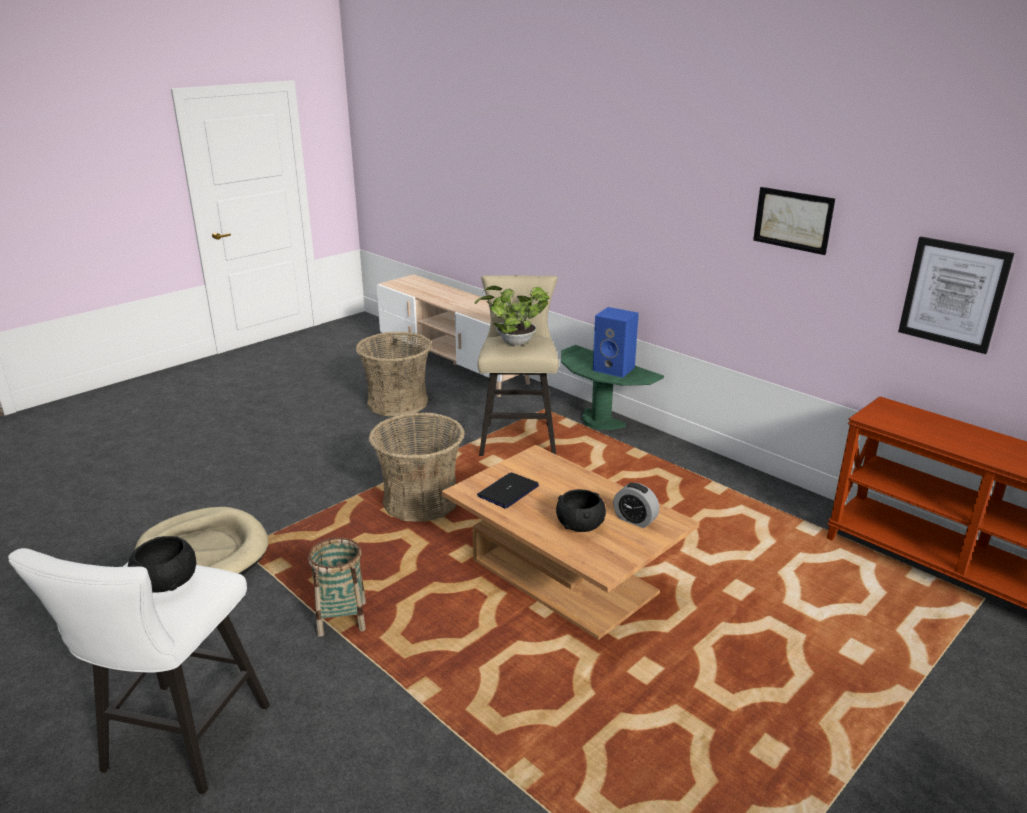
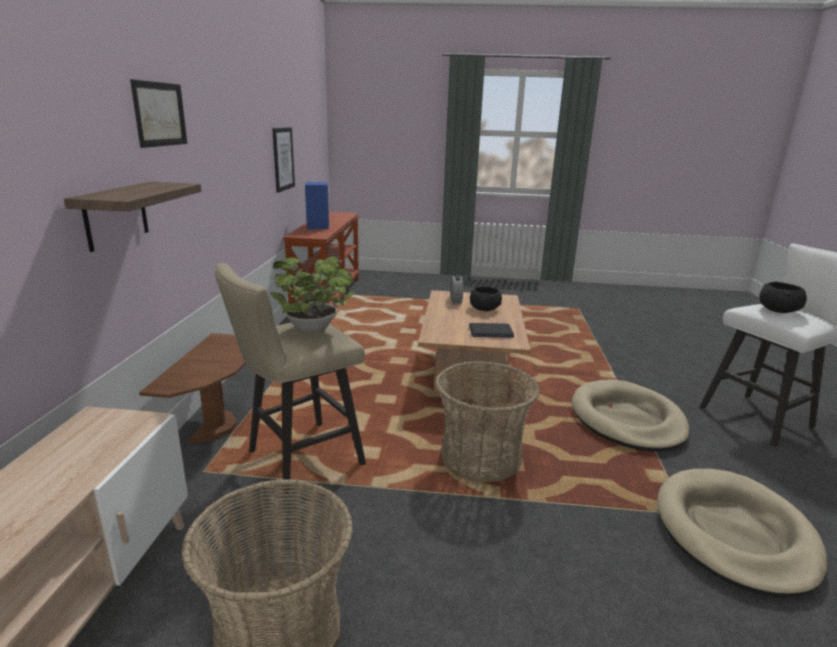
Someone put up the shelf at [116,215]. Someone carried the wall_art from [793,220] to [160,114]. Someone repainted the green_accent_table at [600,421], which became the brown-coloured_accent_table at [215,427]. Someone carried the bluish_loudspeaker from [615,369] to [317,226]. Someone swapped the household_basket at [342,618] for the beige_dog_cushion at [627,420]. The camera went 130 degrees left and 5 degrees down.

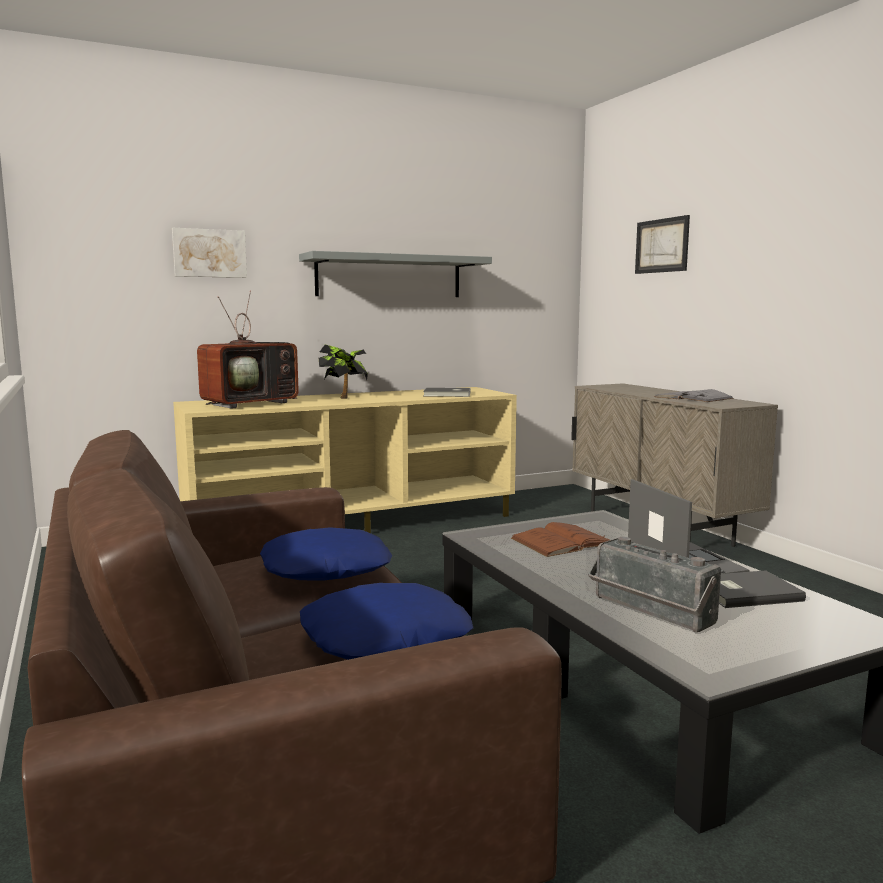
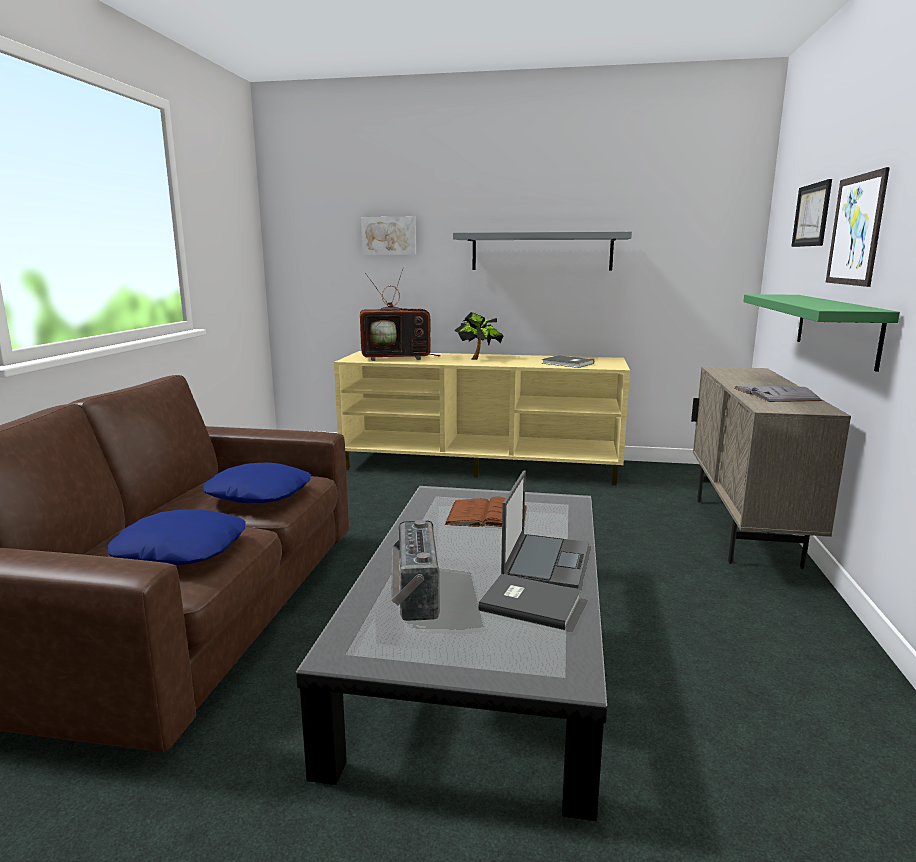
Someone put up the green_shelf at [836,328]. Someone put up the wall_art at [856,230]. The camera went 35 degrees right and 5 degrees up.

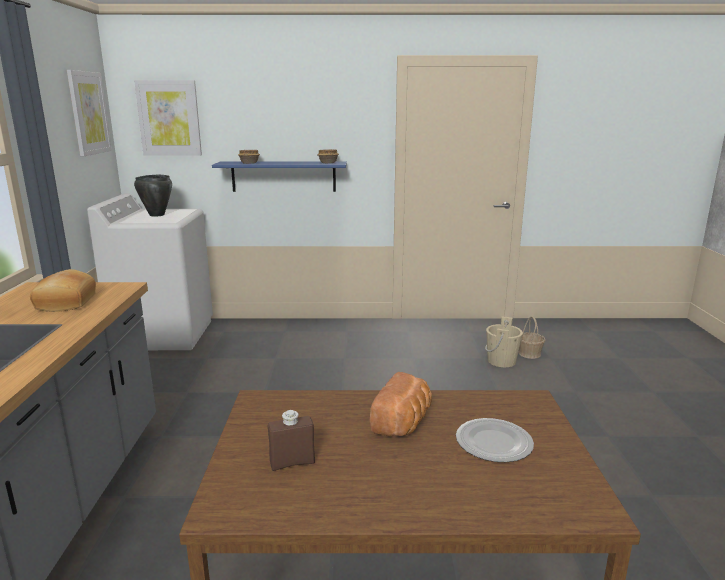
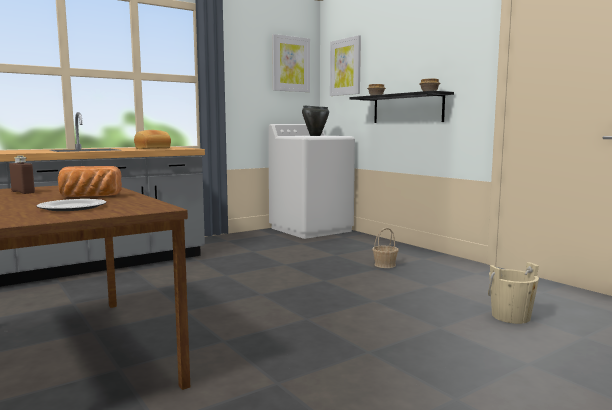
Someone repainted the bluish_shelf at [283,176], which became the black_shelf at [407,108]. Someone carried the household_basket from [529,353] to [385,265]. The camera went 55 degrees right and 10 degrees down.

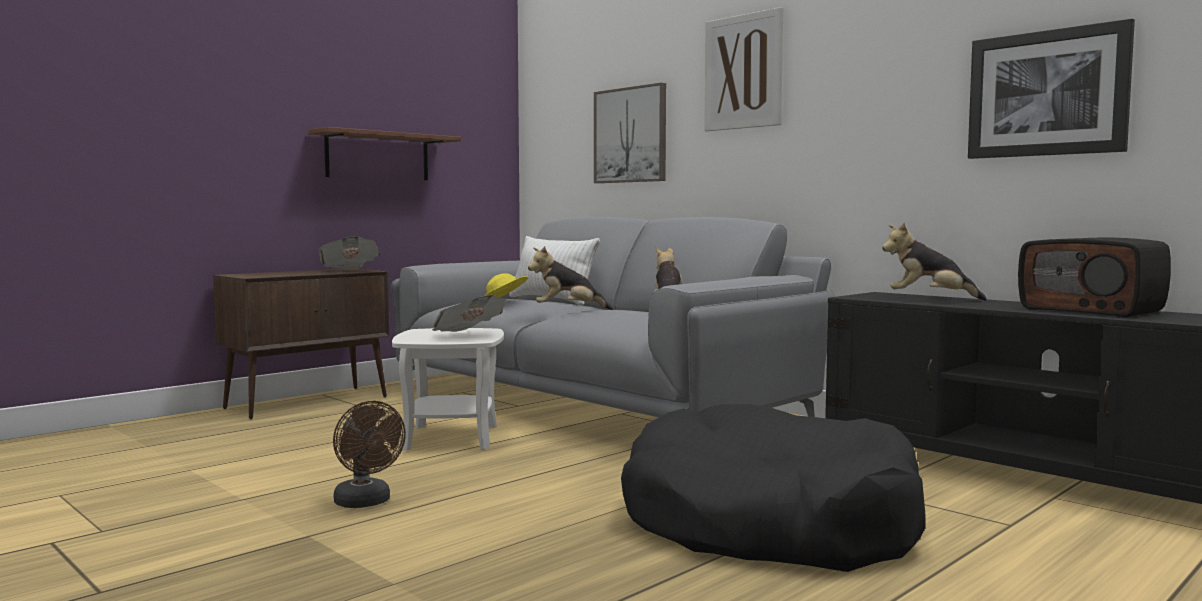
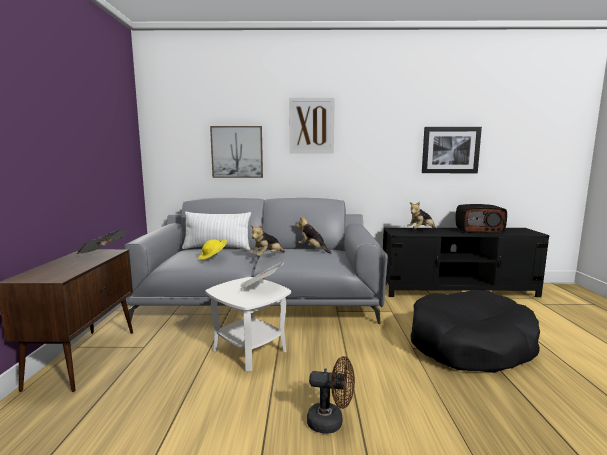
Someone took away the brown-coloured_shelf at [377,156]. The camera went 45 degrees left and 5 degrees up.

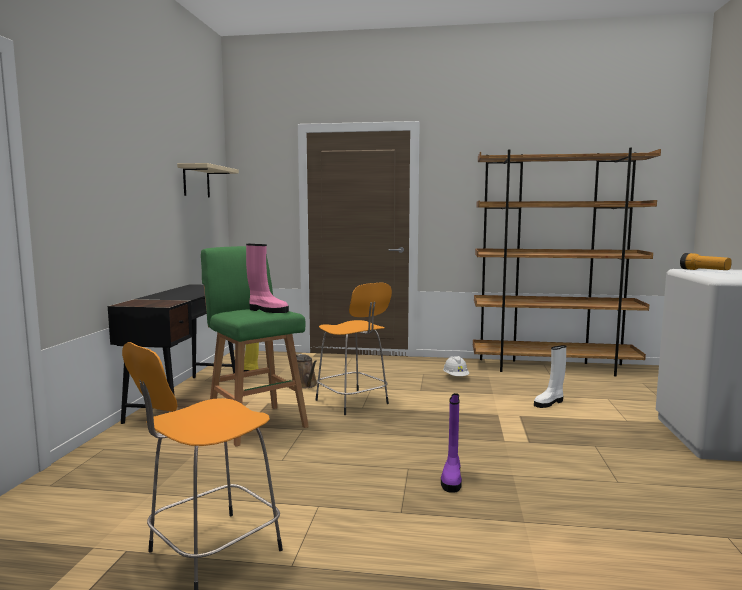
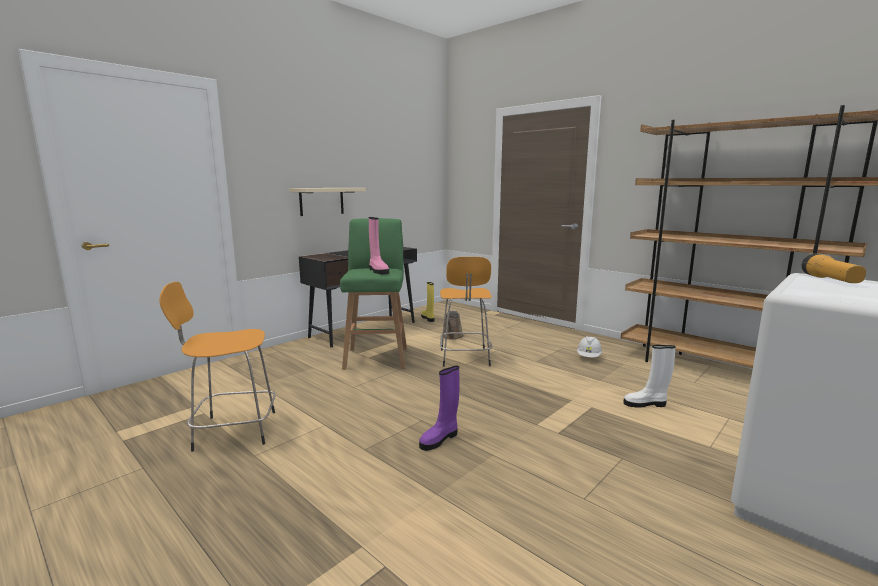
Someone carried the beige_shelf from [196,181] to [321,201]. The camera went 35 degrees right and 5 degrees up.

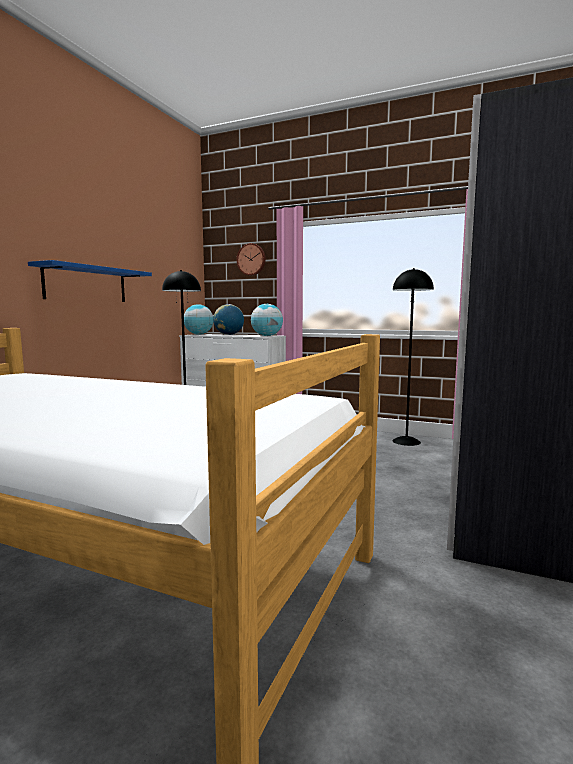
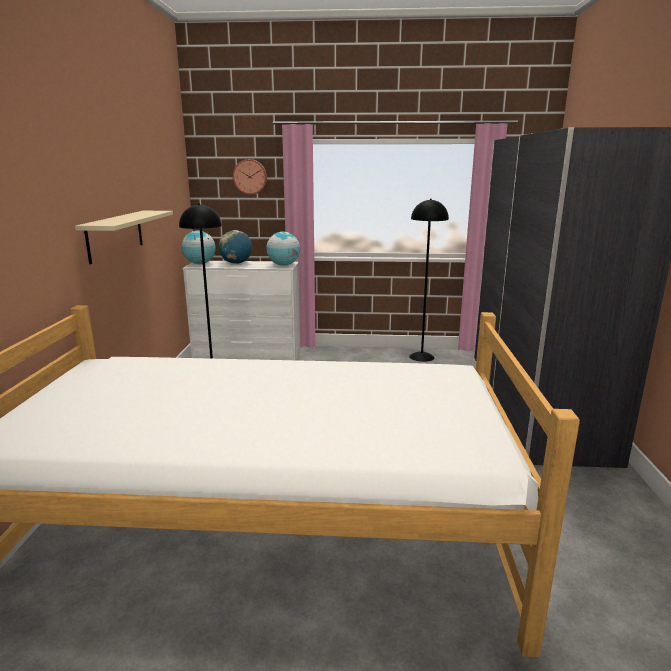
Someone repainted the bluish_shelf at [86,284], which became the beige_shelf at [115,235]. The camera went 20 degrees left and 10 degrees up.

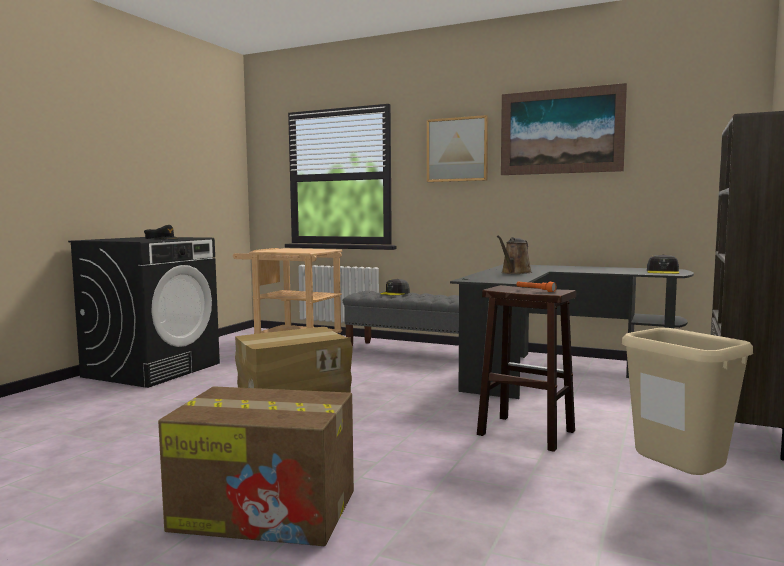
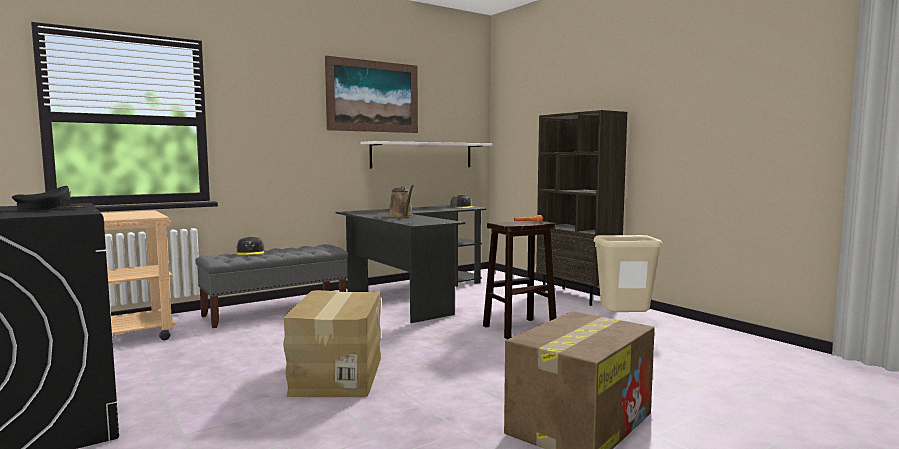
Someone put up the white-coloured_shelf at [422,155]. Someone took away the wall_art at [457,149]. The camera went 60 degrees left and 0 degrees up.

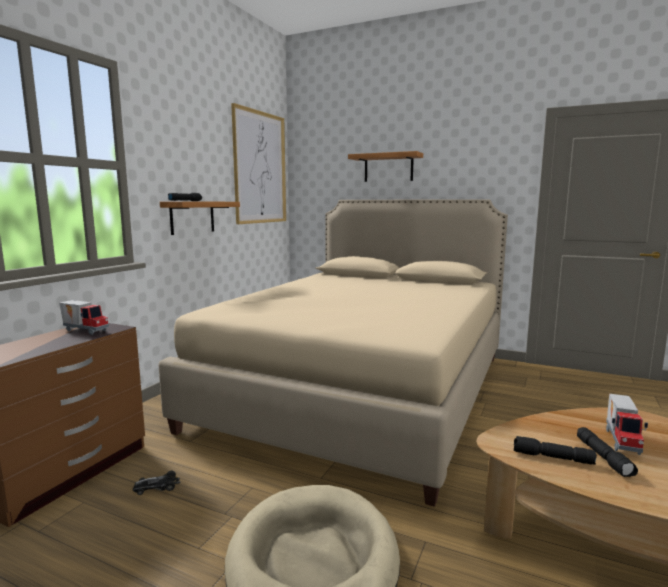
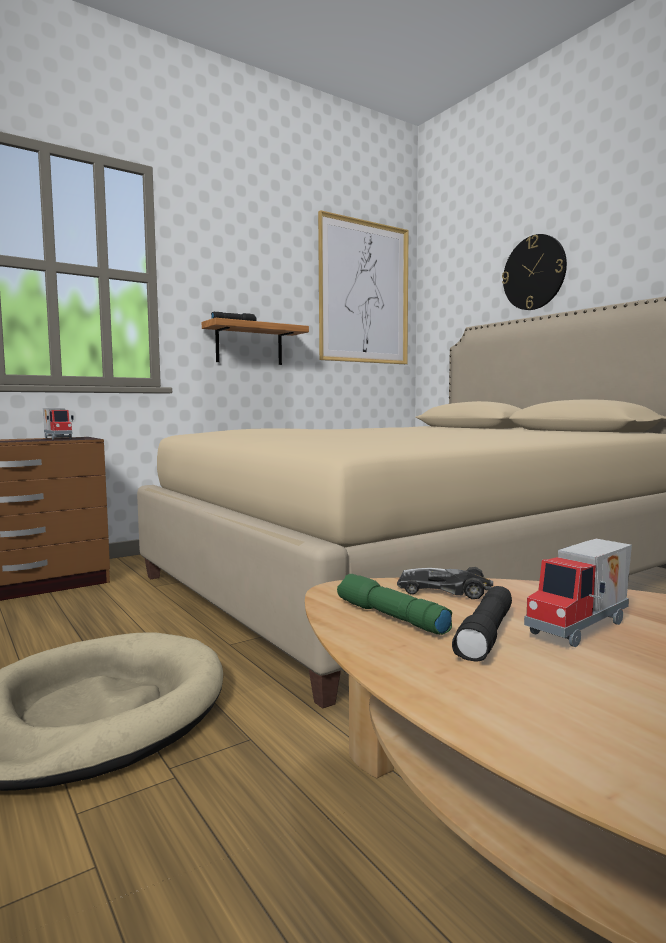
Someone repainted the black_flashlight at [552,458], which became the green_flashlight at [389,617]. Someone carried the miniature_car from [157,486] to [445,590]. Someone swapped the shelf at [388,168] for the wall_clock at [534,272]. The camera went 30 degrees right and 5 degrees down.

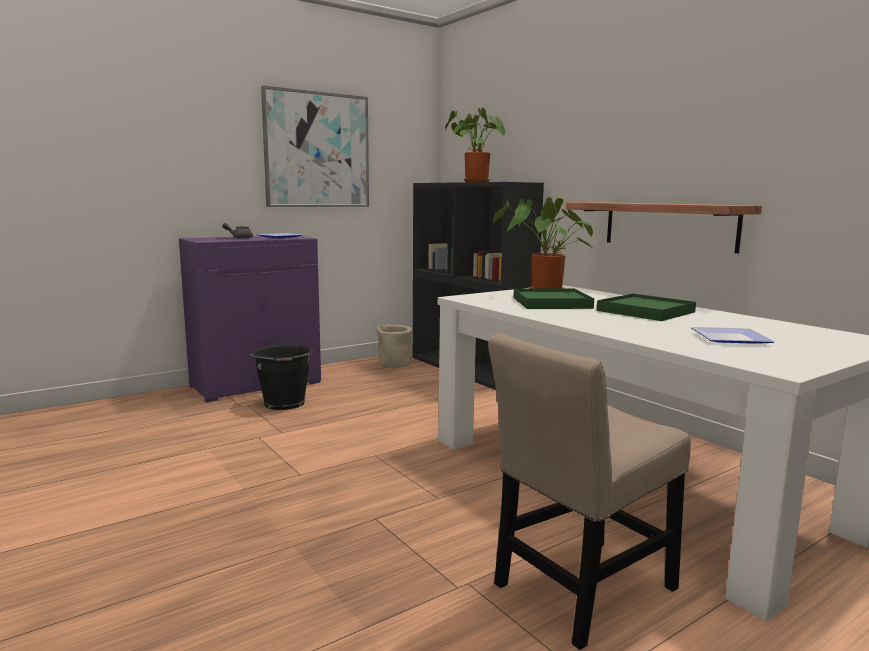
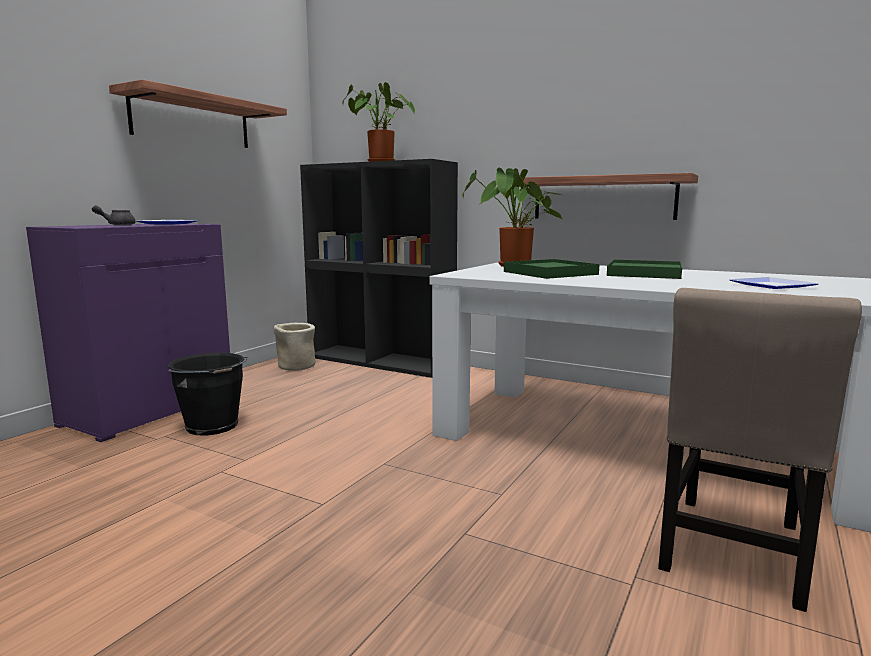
Someone swapped the wall_art at [317,150] for the shelf at [192,121]. The camera went 25 degrees left and 0 degrees up.

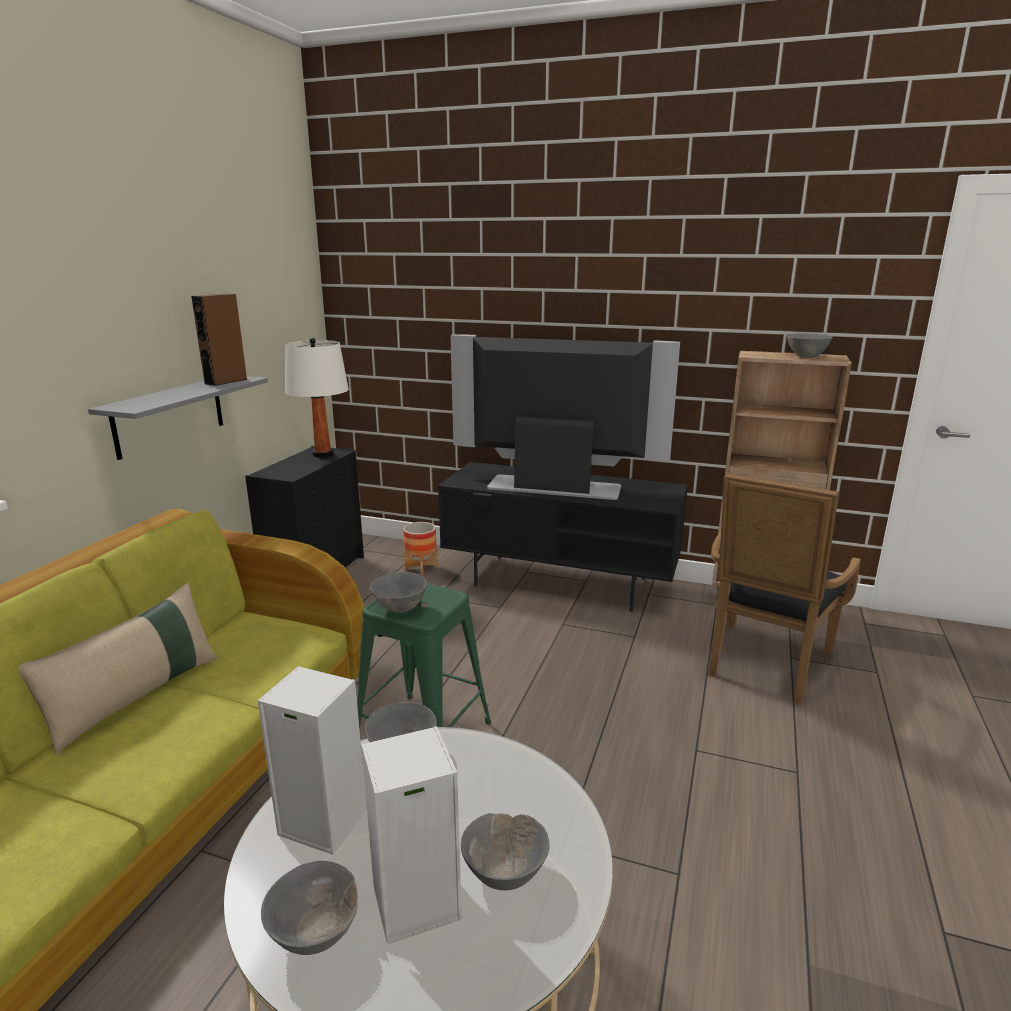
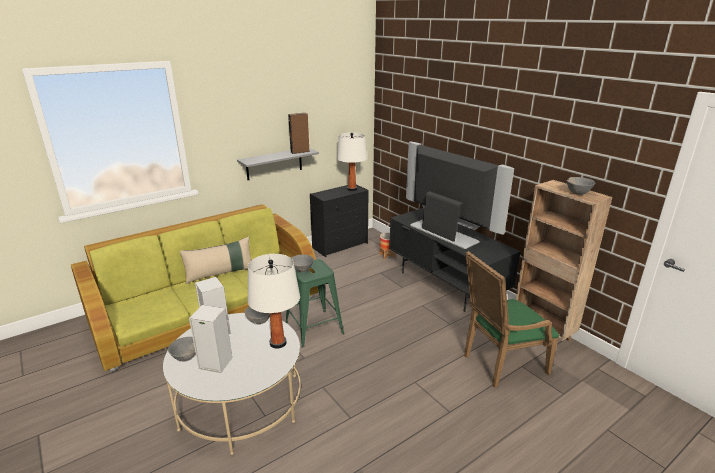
Someone put down the white-coloured_table_lamp at [278,343]. Someone repainted the black_easy_chair at [764,666], which became the green_easy_chair at [499,364]. Someone took away the grey_deep_dish at [505,874]. The camera went 35 degrees right and 5 degrees up.

